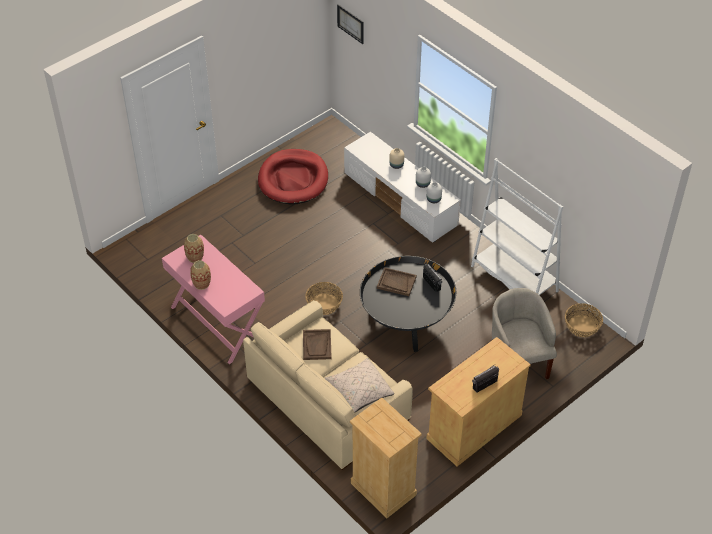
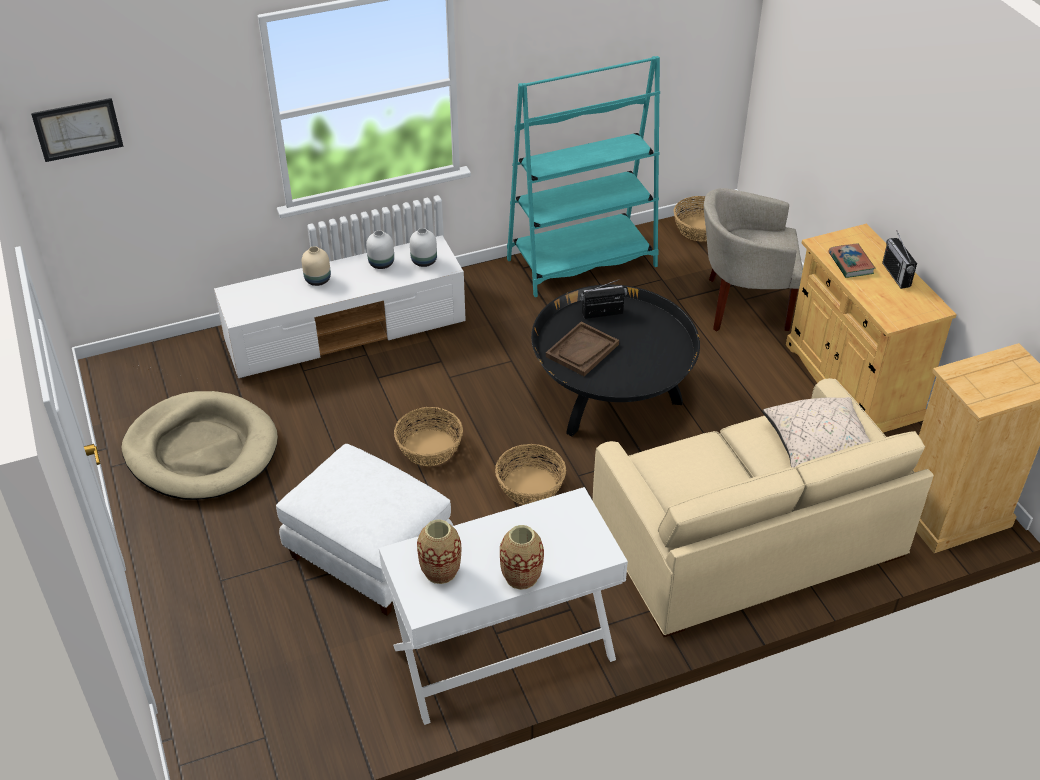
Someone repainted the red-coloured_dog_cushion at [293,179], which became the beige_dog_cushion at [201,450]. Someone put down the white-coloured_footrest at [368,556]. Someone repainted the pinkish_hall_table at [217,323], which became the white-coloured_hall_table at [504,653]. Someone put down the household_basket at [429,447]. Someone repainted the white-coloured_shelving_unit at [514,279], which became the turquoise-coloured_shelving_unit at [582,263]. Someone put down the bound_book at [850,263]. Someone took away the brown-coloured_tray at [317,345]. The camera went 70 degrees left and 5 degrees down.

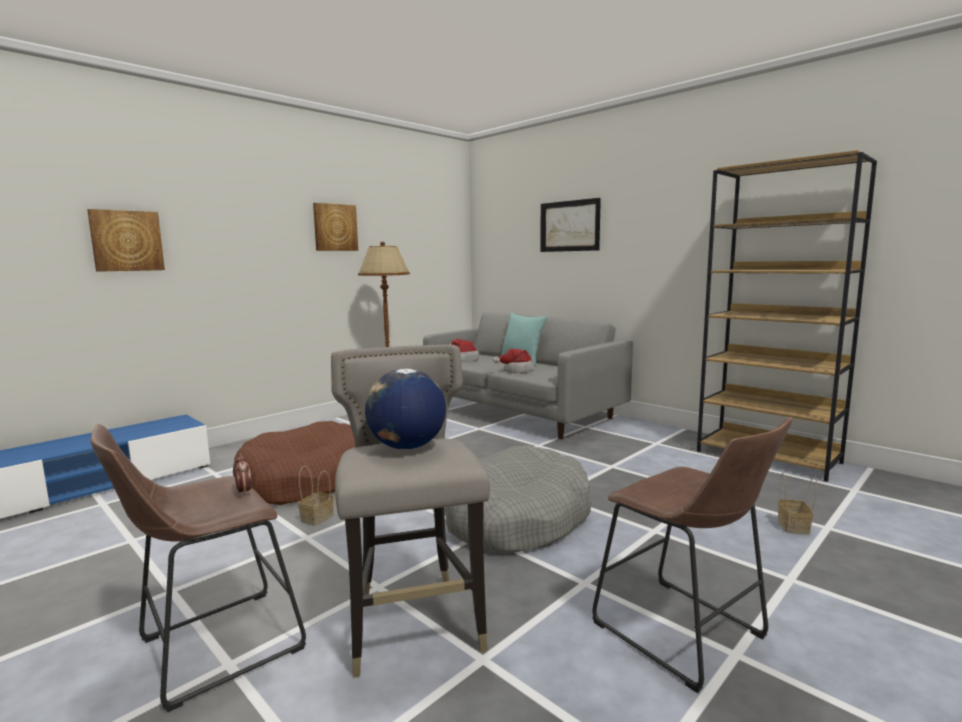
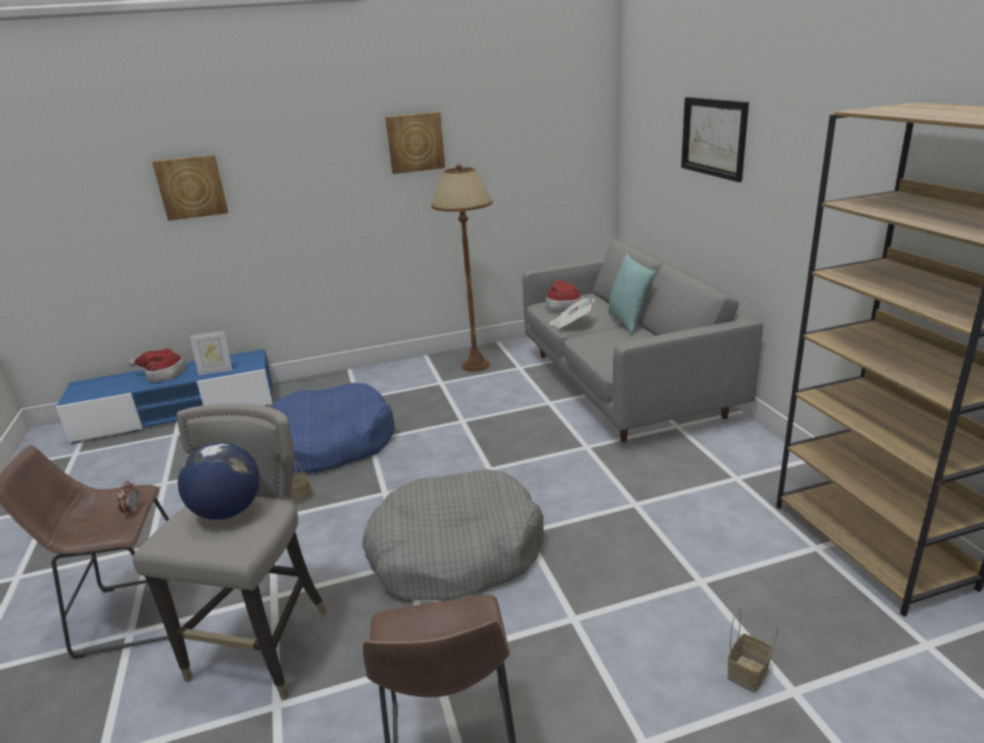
Someone carried the clothing_hat from [516,370] to [163,375]. Someone put down the standing_frame at [216,371]. Someone repainted the brown-coloured_dog_cushion at [305,480], which became the bluish_dog_cushion at [327,444]. Someone put down the printed_paper at [571,324]. The camera went 30 degrees right and 15 degrees up.

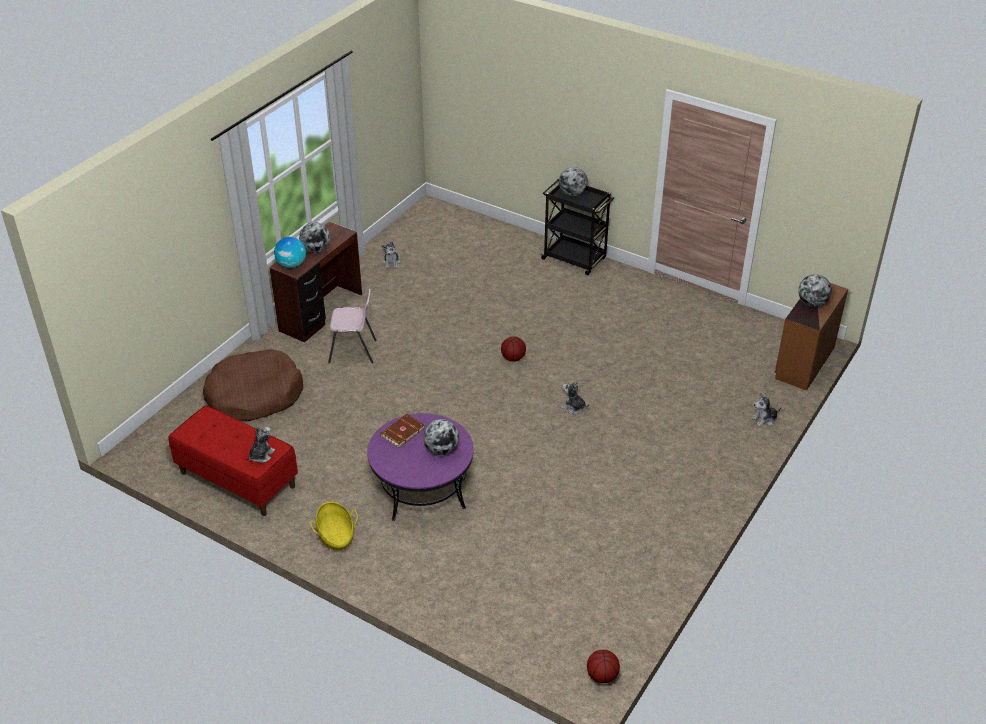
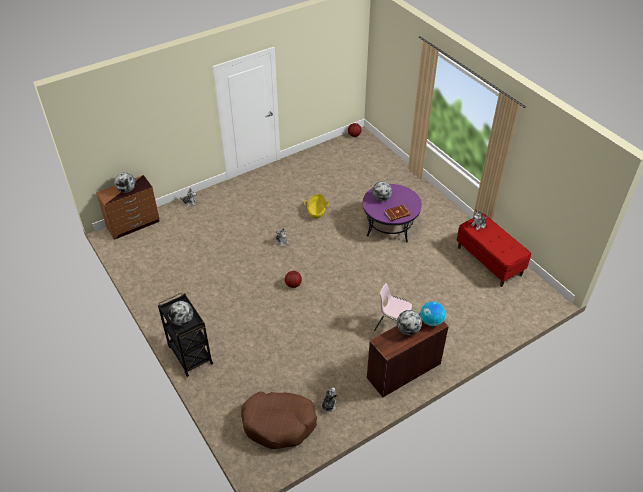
Someone carried the brown-coloured_dog_cushion from [254,395] to [279,423]. Someone carried the household_basket from [336,535] to [316,211]. The camera went 155 degrees left and 5 degrees up.

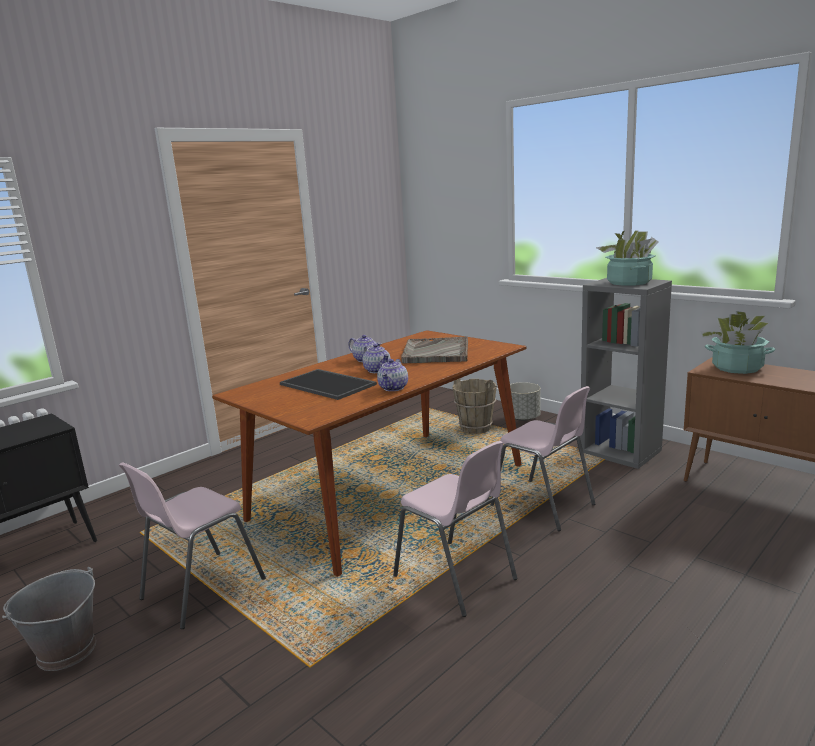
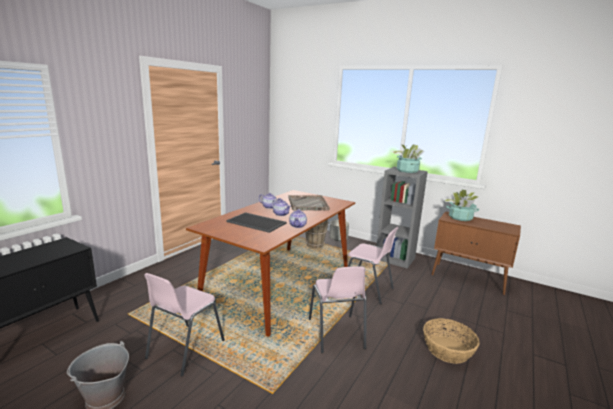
Someone rotated the pinkish_plain_chair at [455,578] by 45 degrees clockwise. Someone put down the household_basket at [447,349]. The camera went 15 degrees left and 0 degrees up.

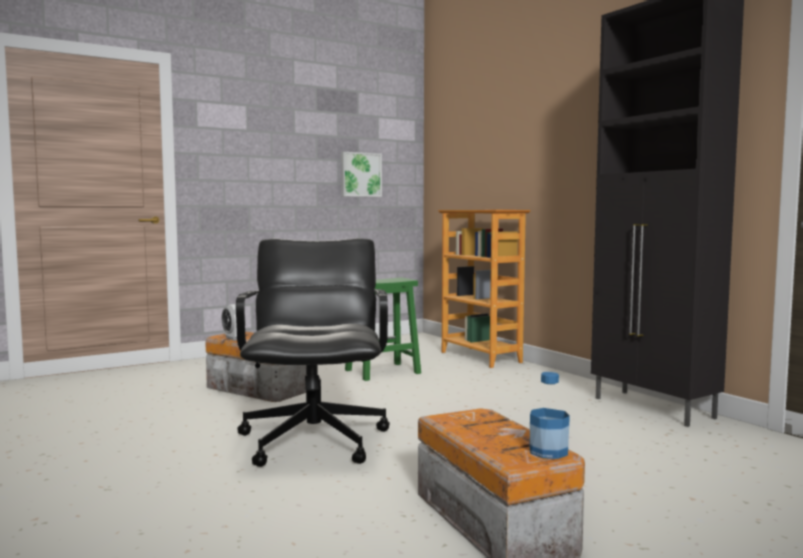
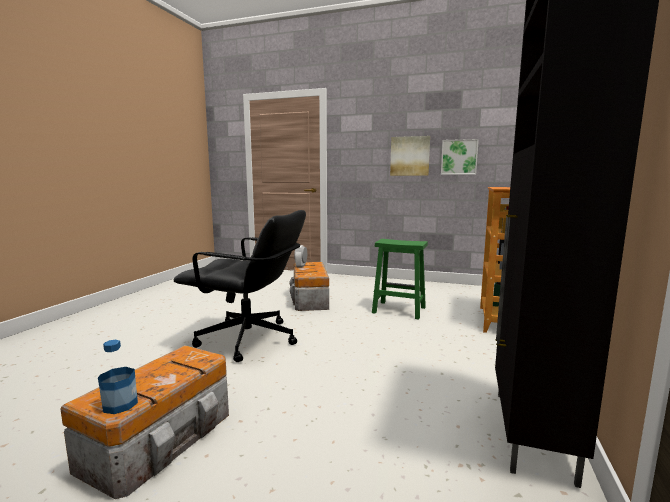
Someone rotated the black_desk_chair at [315,440] by 60 degrees clockwise. Someone put up the wall_art at [410,156]. The camera went 50 degrees right and 5 degrees up.

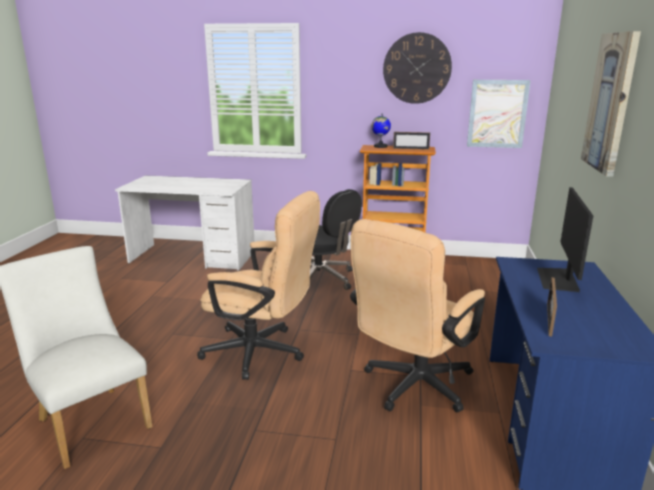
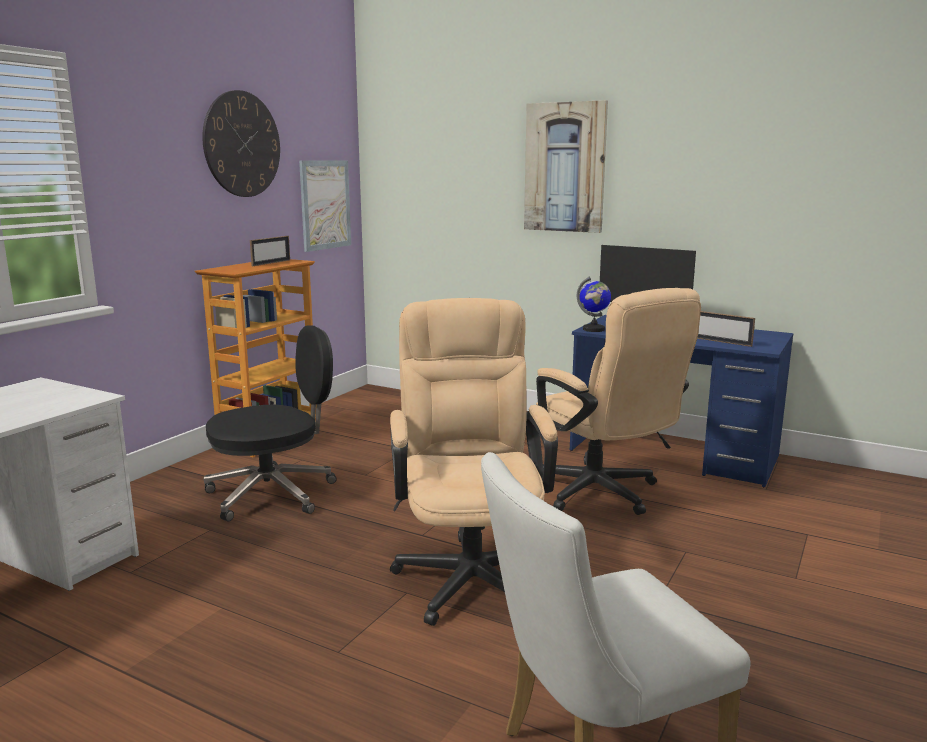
Someone rotated the beige_desk_chair at [262,353] by 45 degrees counterclockwise. Someone carried the world_globe from [380,146] to [593,329]. The camera went 70 degrees left and 5 degrees down.

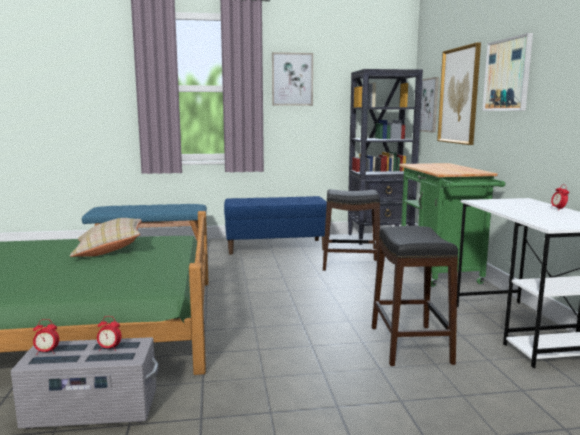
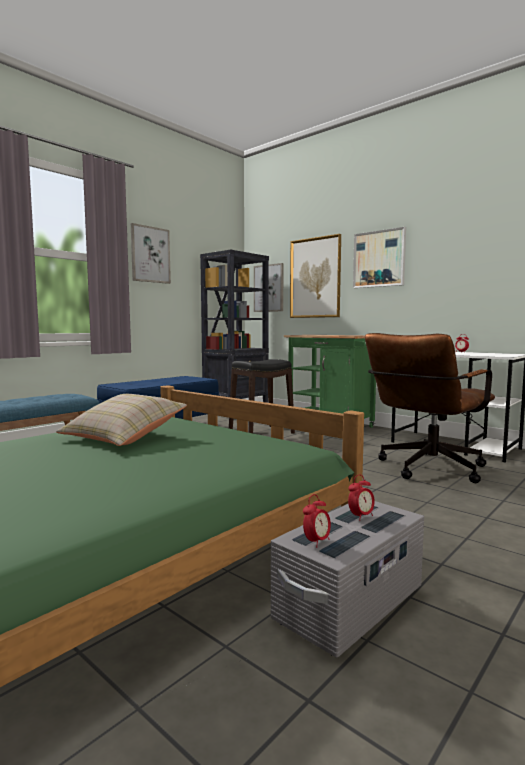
Someone swapped the black_stool at [409,344] for the brown-coloured_desk_chair at [426,470]. The camera went 40 degrees left and 5 degrees down.

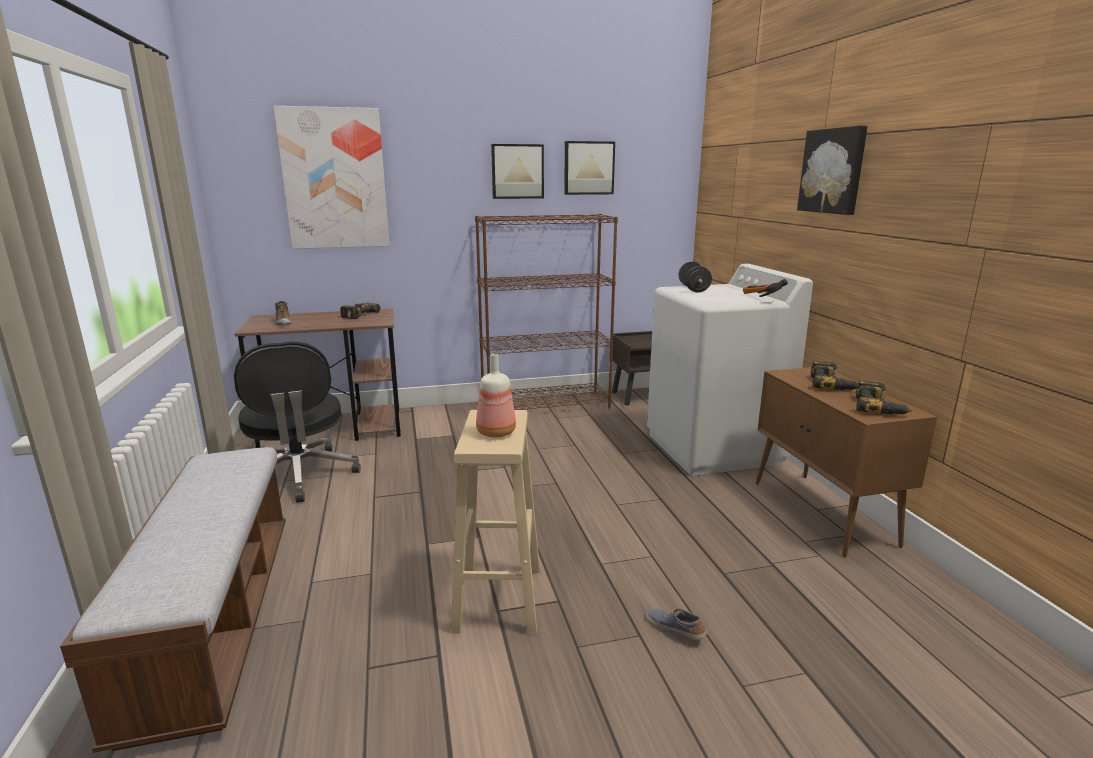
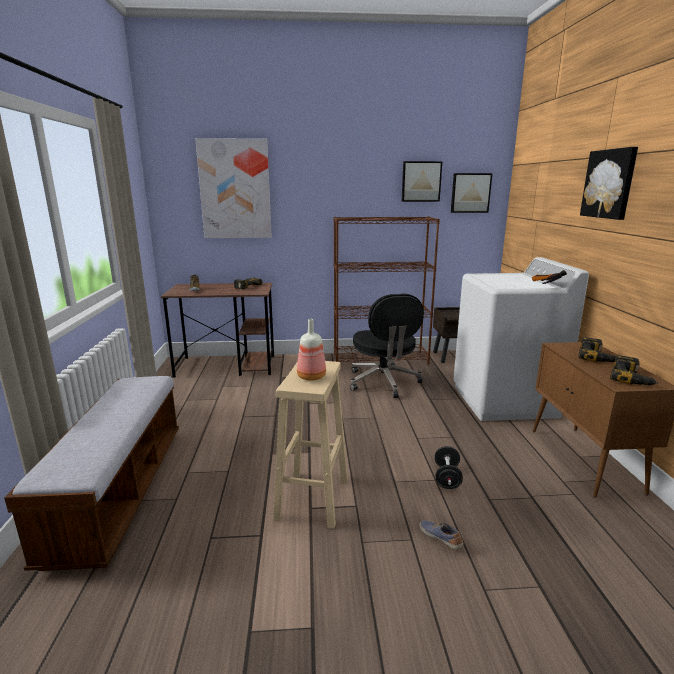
Someone carried the black_desk_chair from [299,476] to [384,382]. Someone carried the black_dumbbell from [693,289] to [447,477]. Someone carried the wall_art from [517,171] to [470,193]. The camera went 10 degrees right and 0 degrees up.

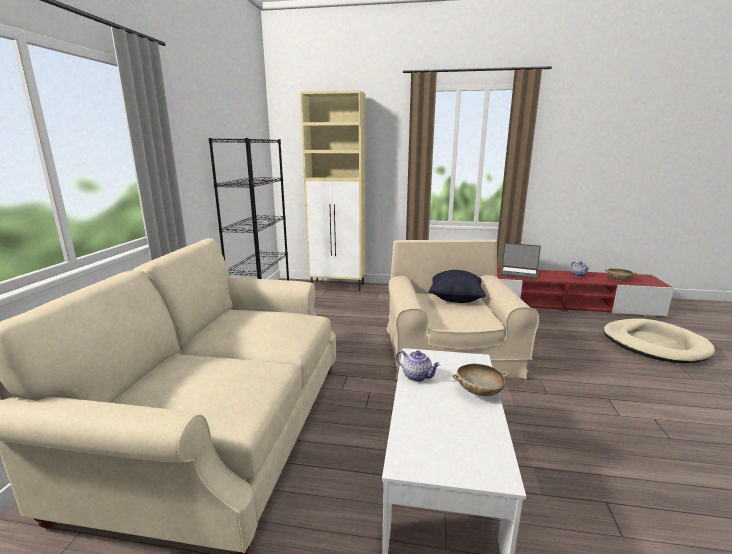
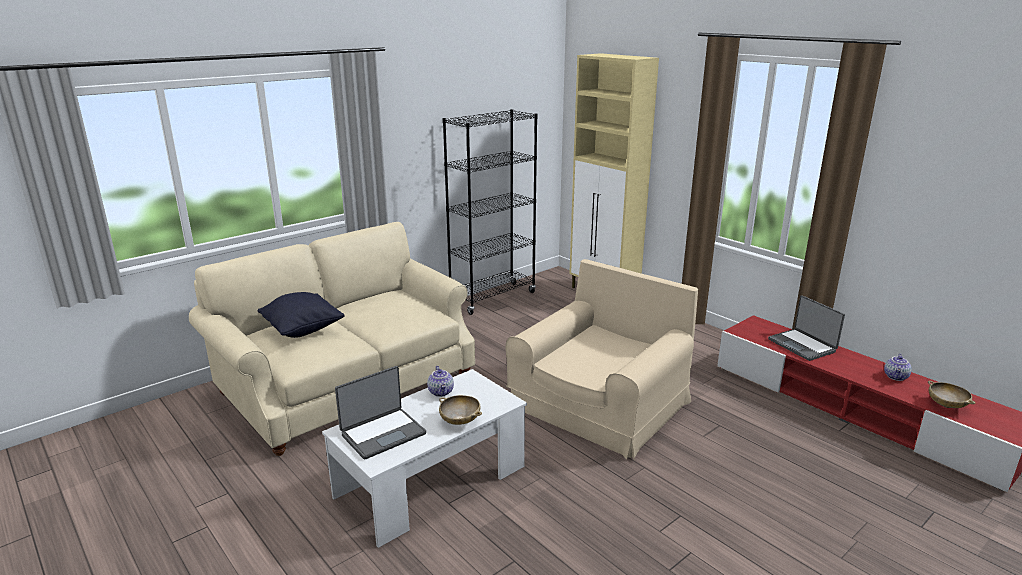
Someone carried the black_pillow from [455,299] to [303,330]. Someone put down the laptop at [382,433]. Someone took away the beige_dog_cushion at [654,344]. The camera went 40 degrees right and 5 degrees up.

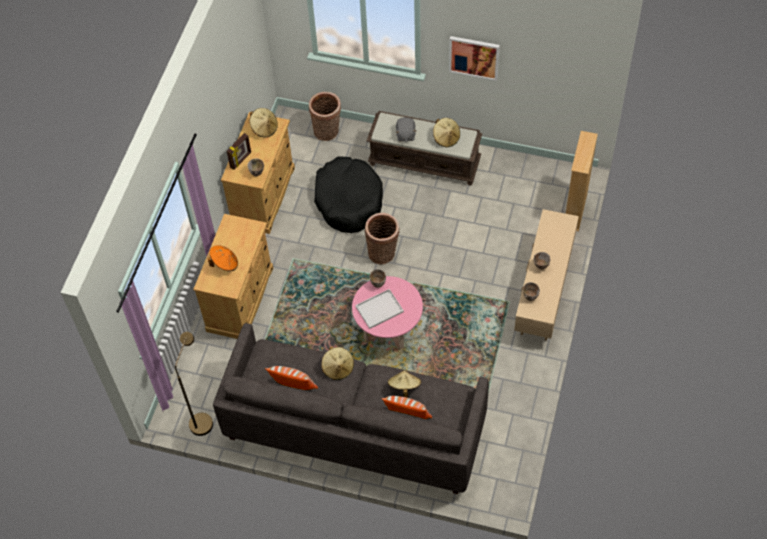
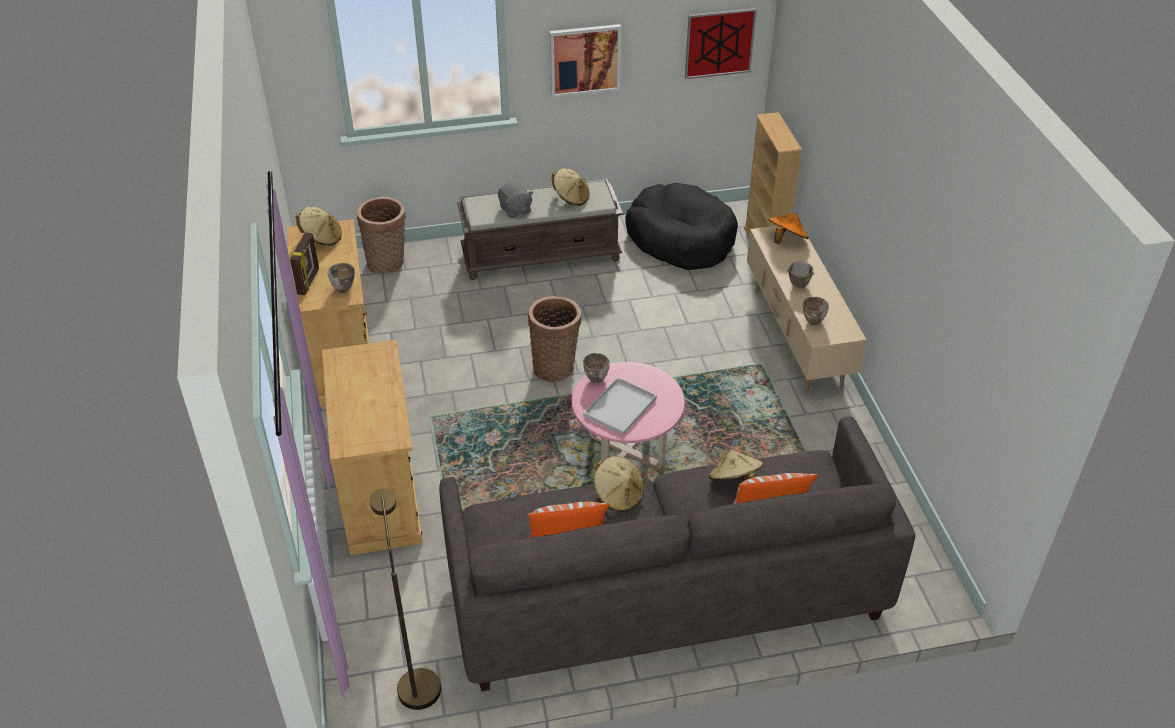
Someone carried the black_dog_cushion from [349,200] to [681,239]. Someone put up the wall_art at [719,43]. Someone carried the orange_clothing_hat from [225,263] to [786,240]. The camera went 30 degrees left and 15 degrees down.

